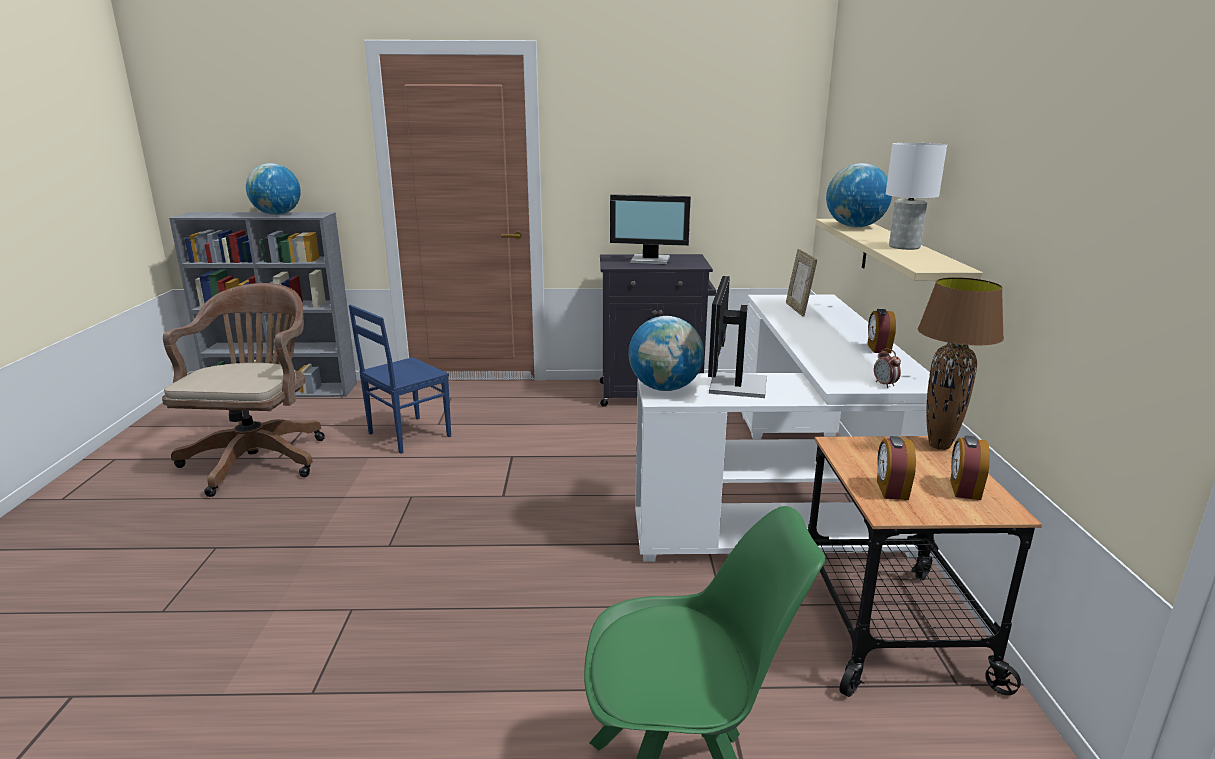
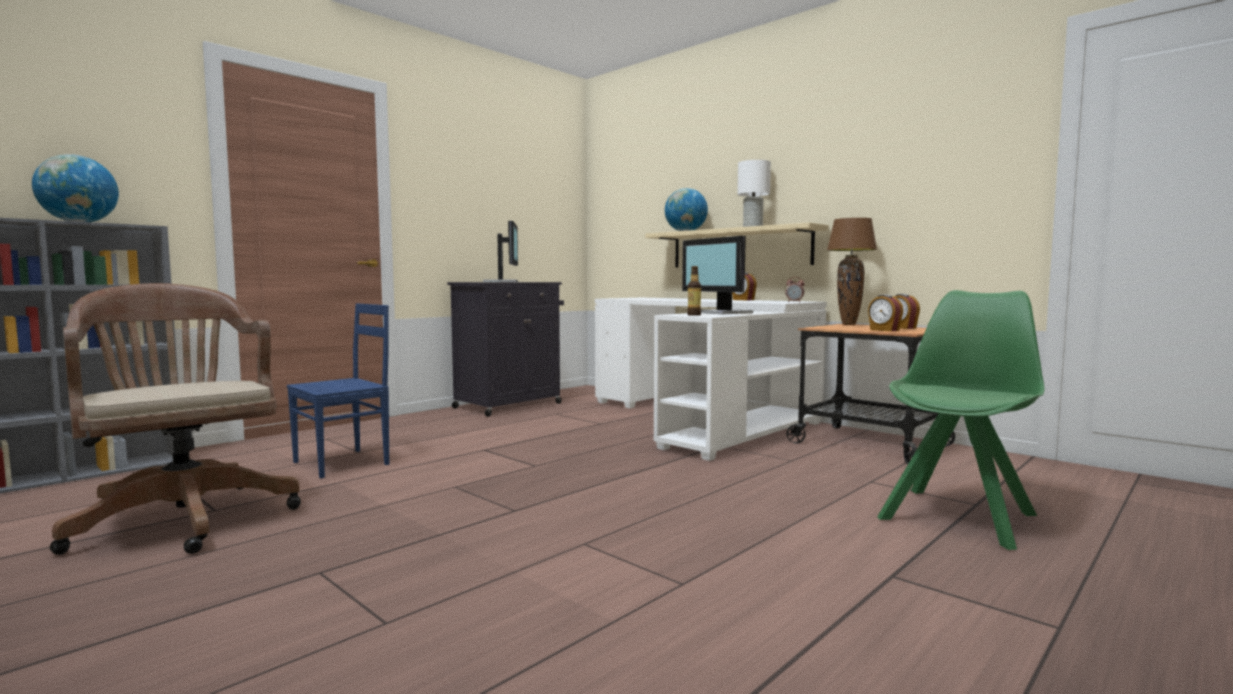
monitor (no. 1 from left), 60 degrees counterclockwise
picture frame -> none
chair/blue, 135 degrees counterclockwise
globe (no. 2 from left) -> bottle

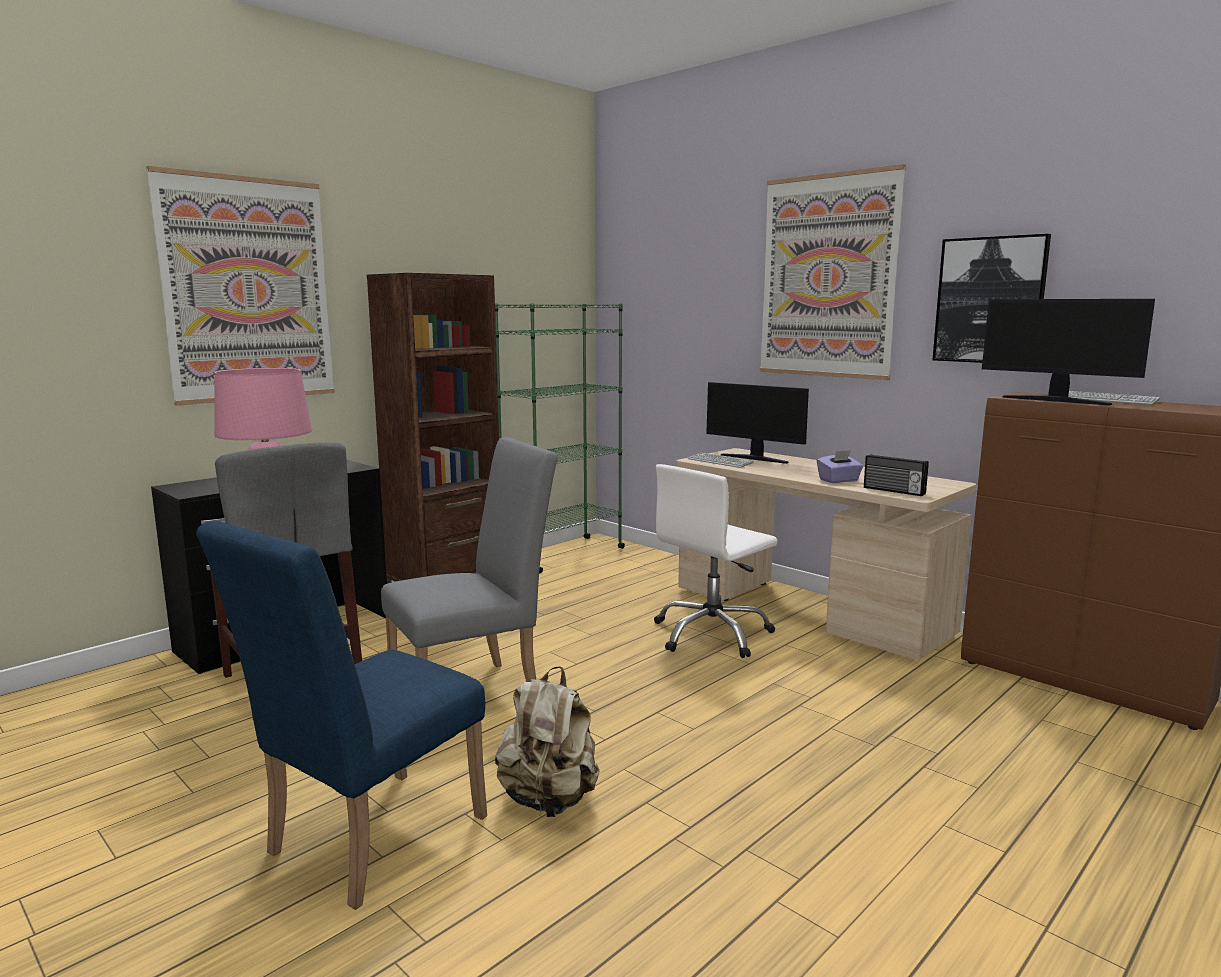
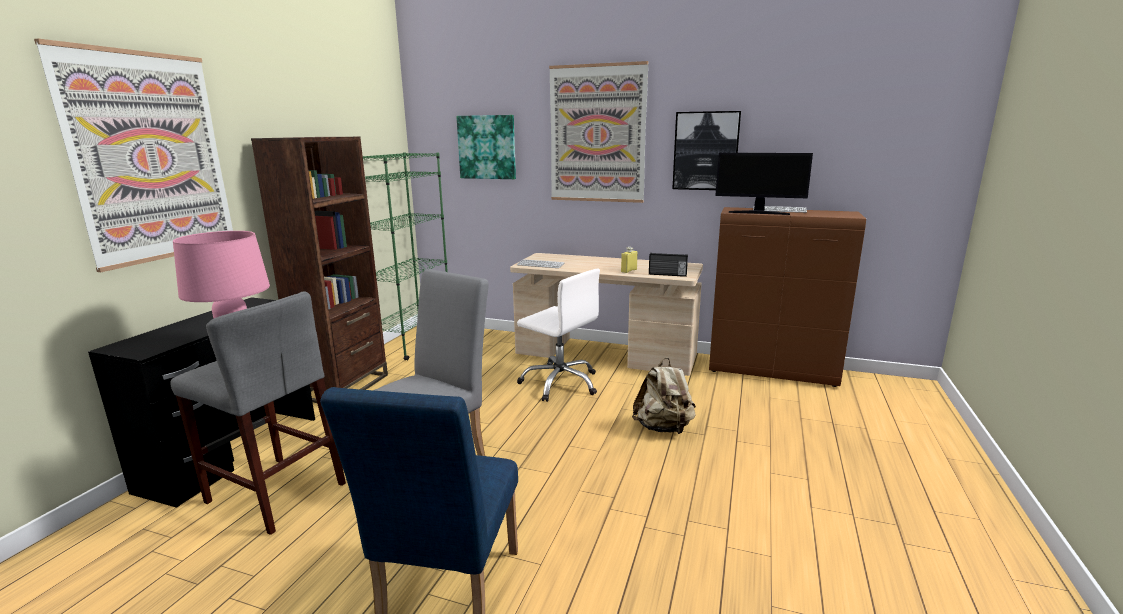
monitor (no. 1 from left) -> none
tissue box/purple -> bottle/yellow
office chair/white, 75 degrees counterclockwise
backpack/beige, shifted
none -> picture (no. 2 from left)

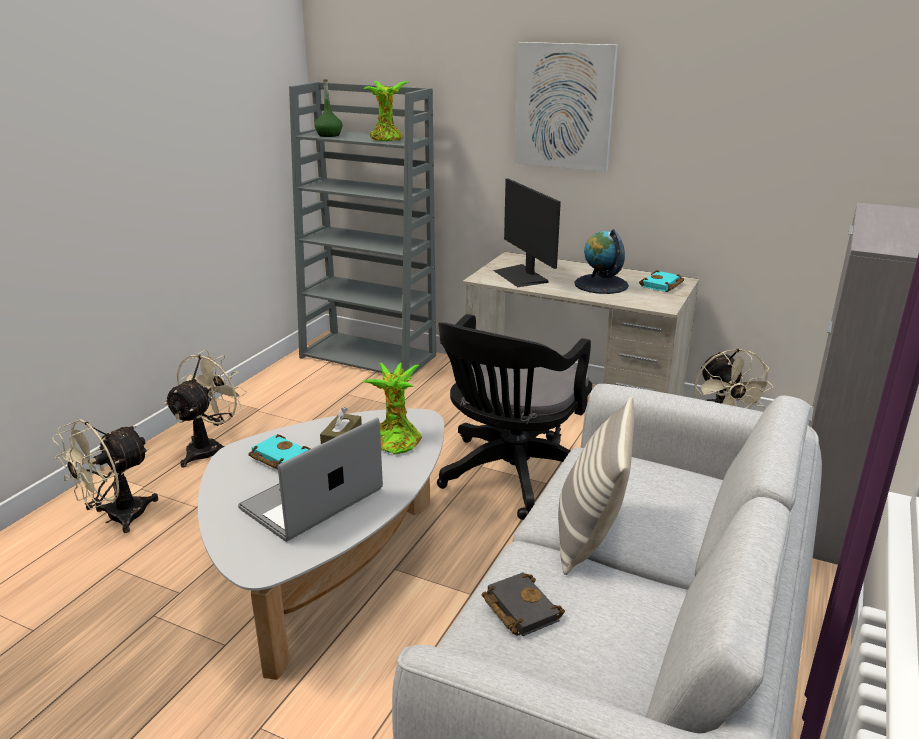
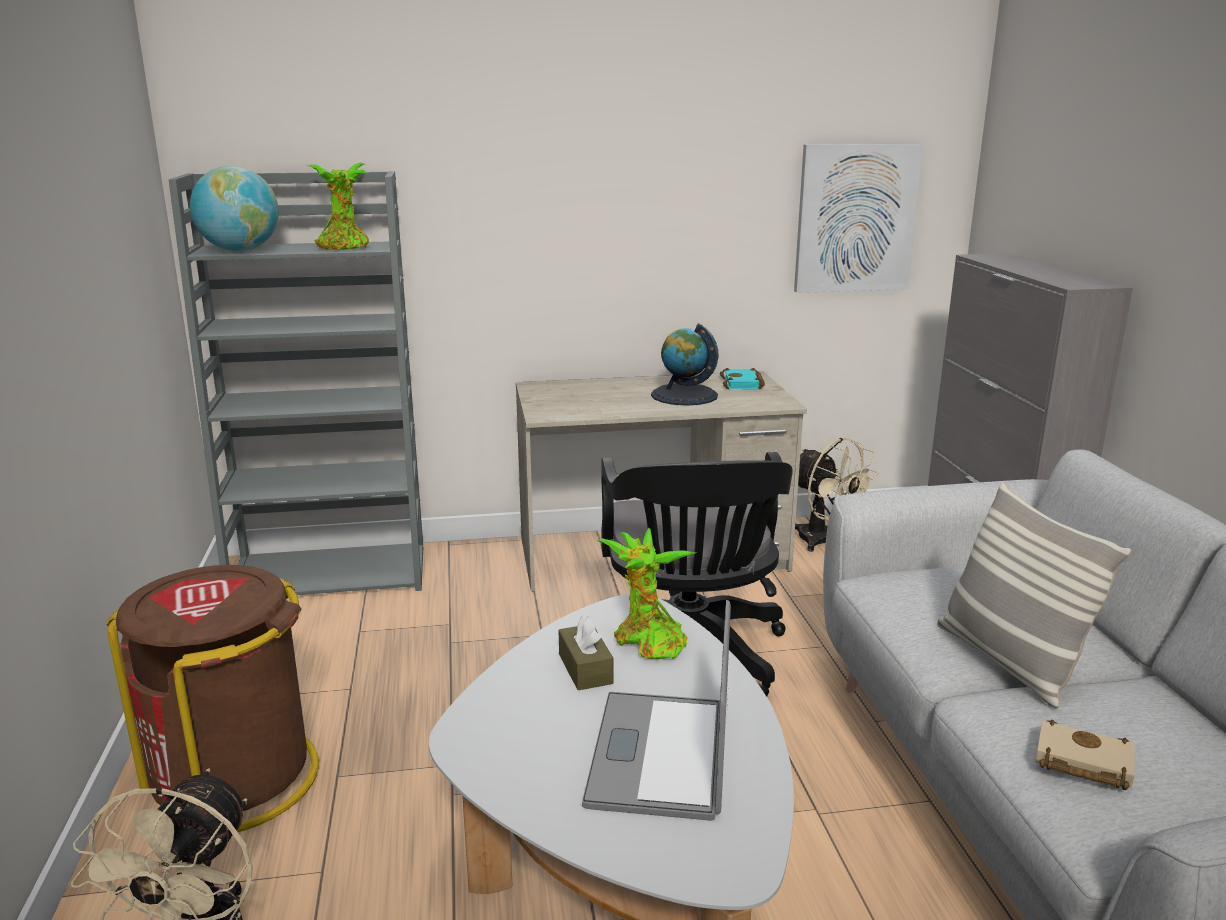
picture, shifted
bottle/green -> globe (no. 1 from left)
monitor -> none
fan/beige (no. 2 from left) -> trash can/brown
book/turquoise (no. 1 from left) -> none
book/black -> book/beige

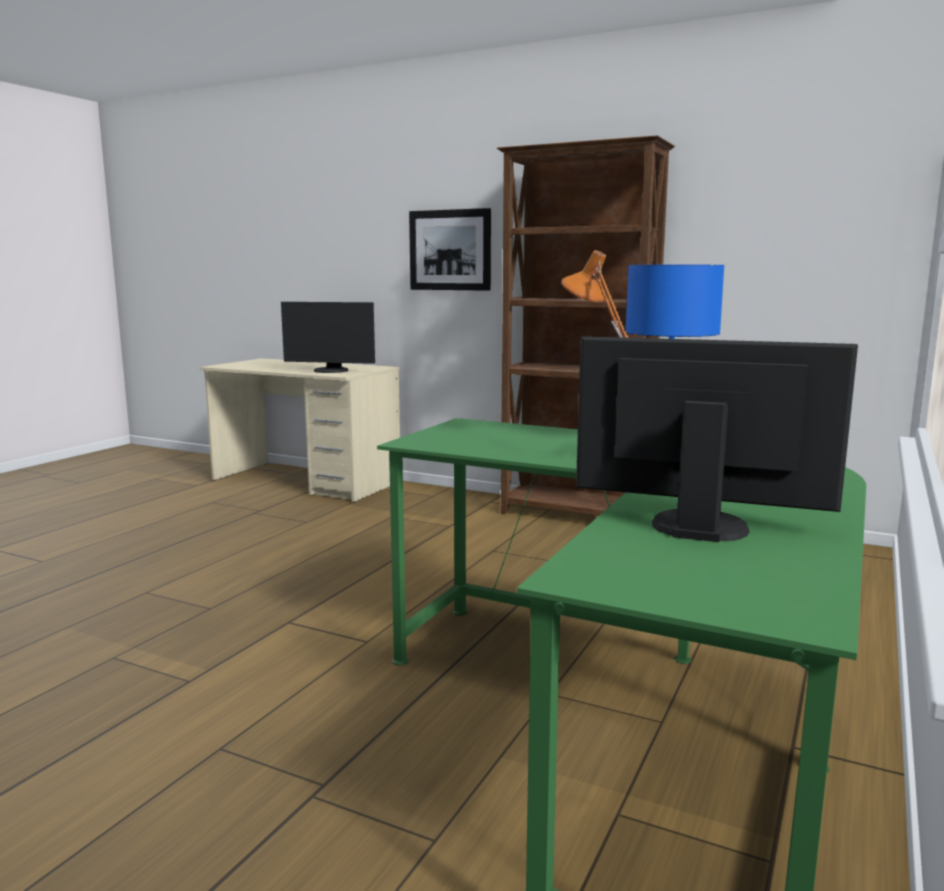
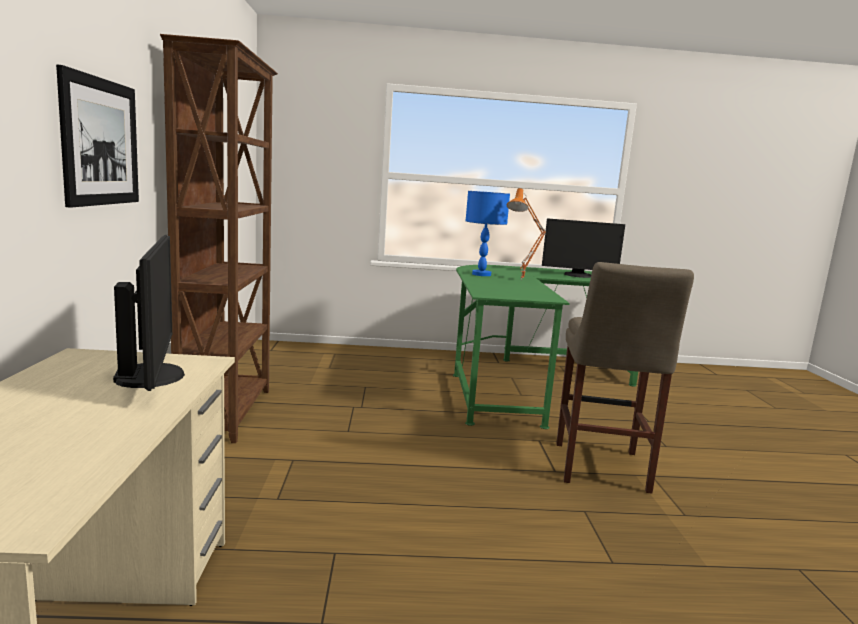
monitor (no. 2 from left), 75 degrees counterclockwise
none -> stool/beige

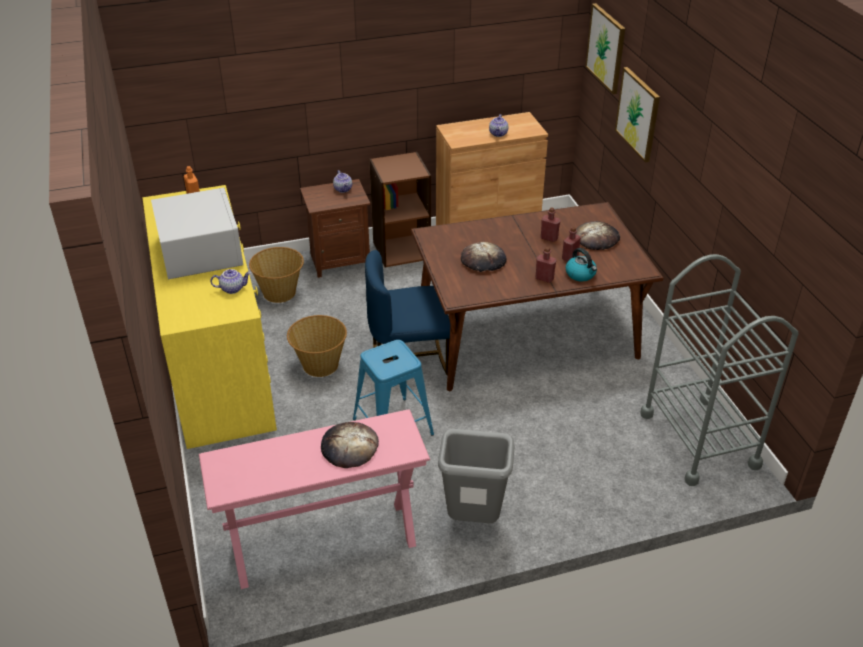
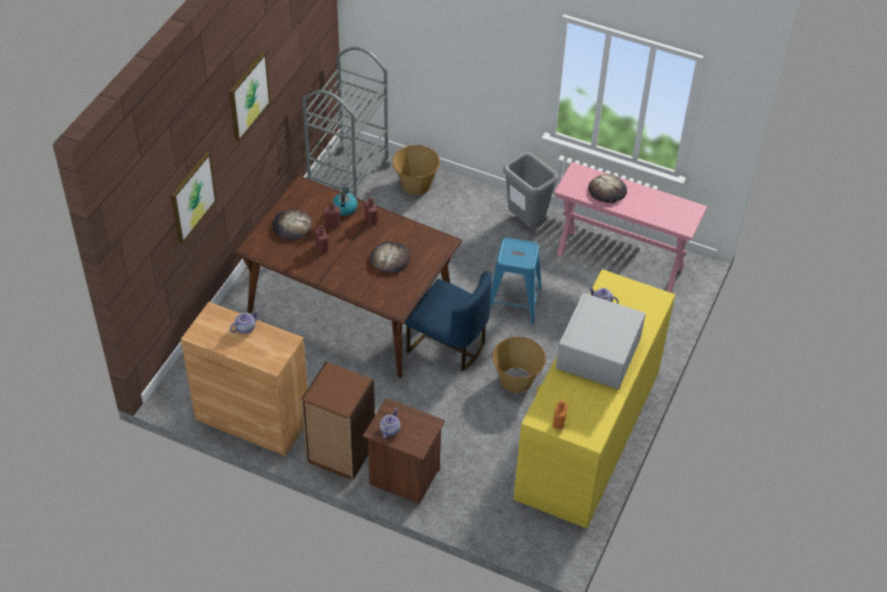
picture (no. 1 from left in the first image) -> picture (no. 2 from left), shifted
basket (no. 1 from left), shifted

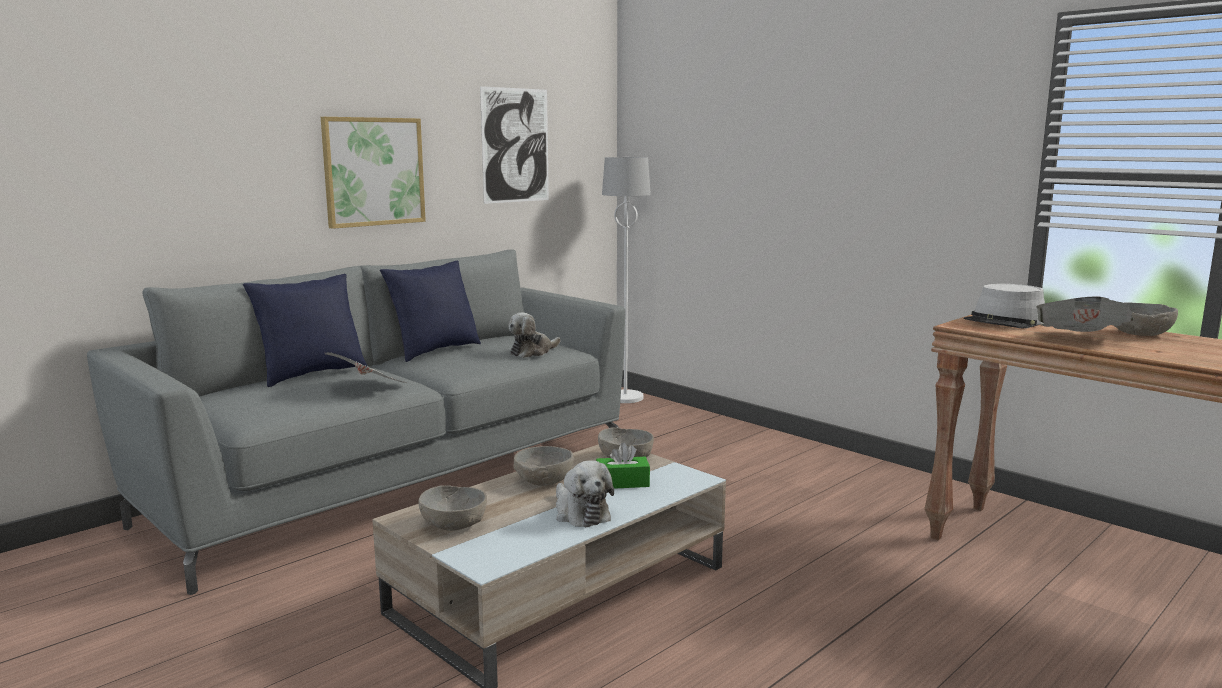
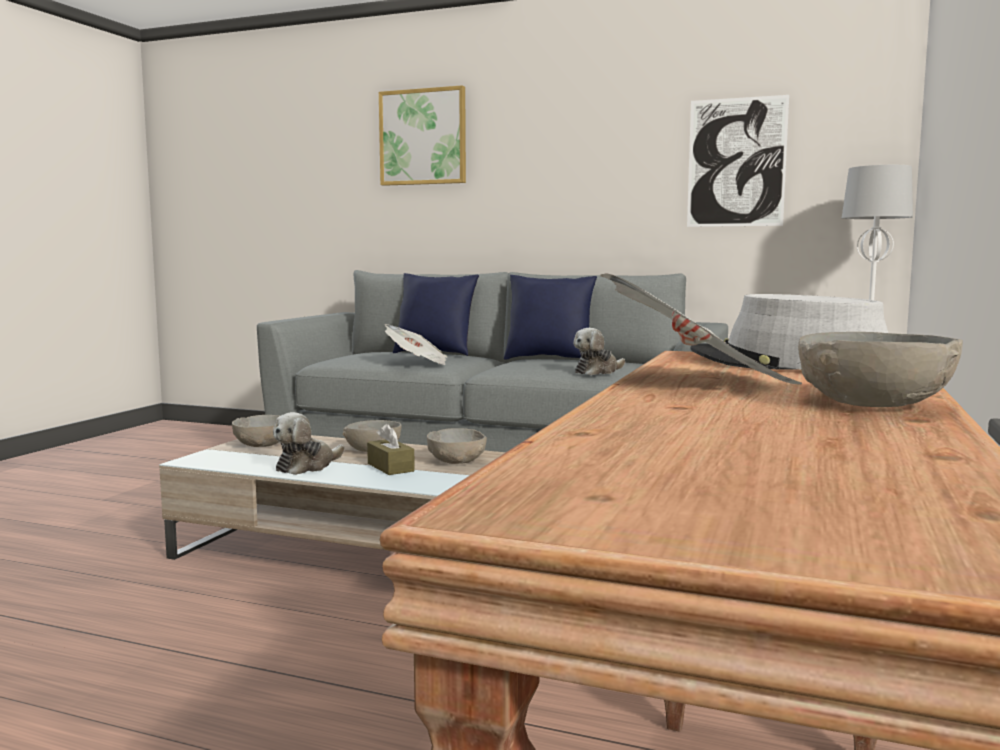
picture (no. 1 from left), shifted
plush toy (no. 1 from left in the first image) -> plush toy (no. 2 from left), 60 degrees counterclockwise
tissue box/green -> tissue box/brown

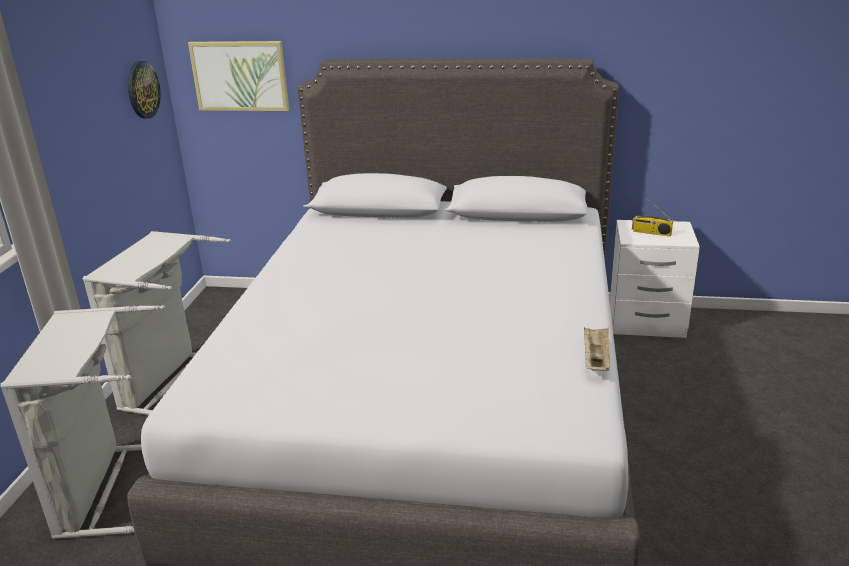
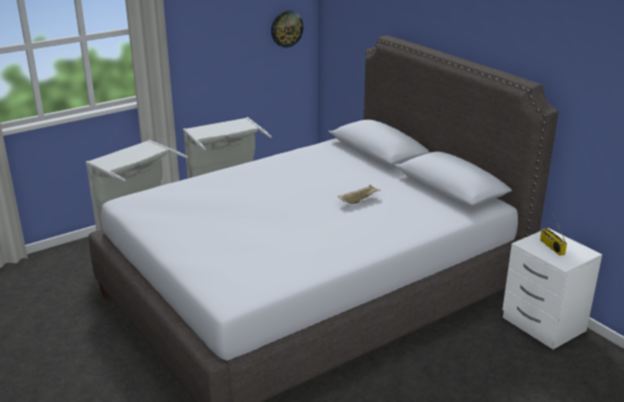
picture -> none
tray/beige, shifted

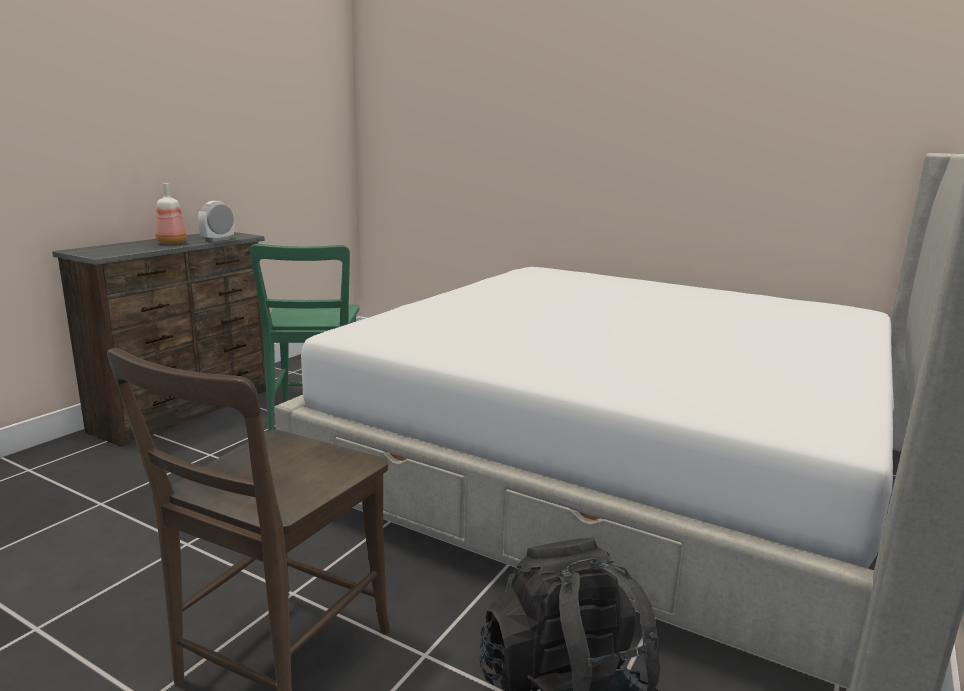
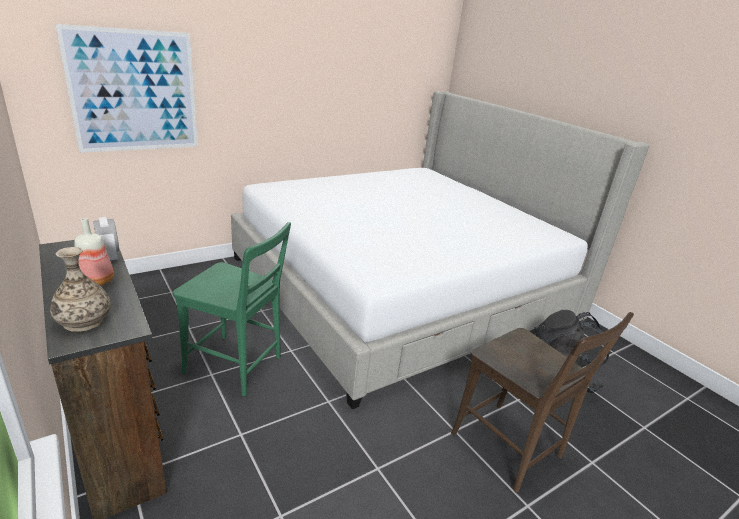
none -> picture
none -> vase

